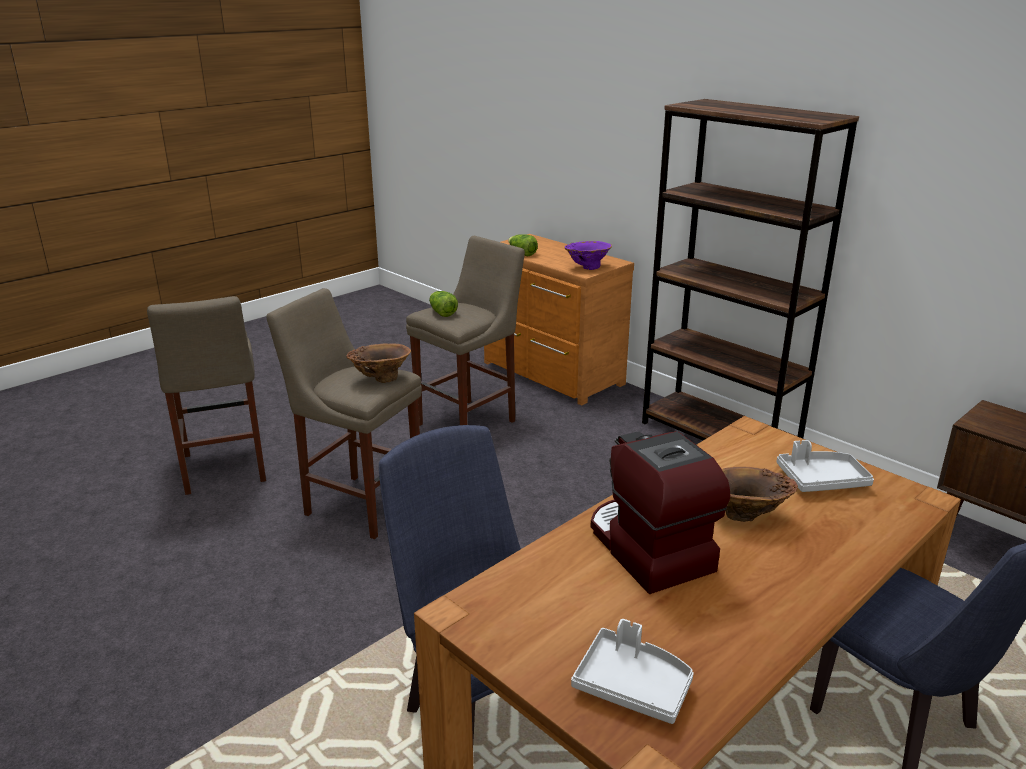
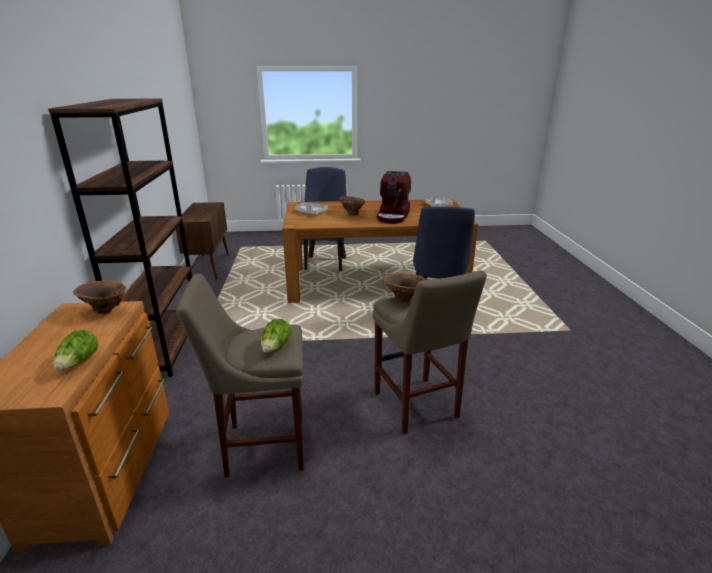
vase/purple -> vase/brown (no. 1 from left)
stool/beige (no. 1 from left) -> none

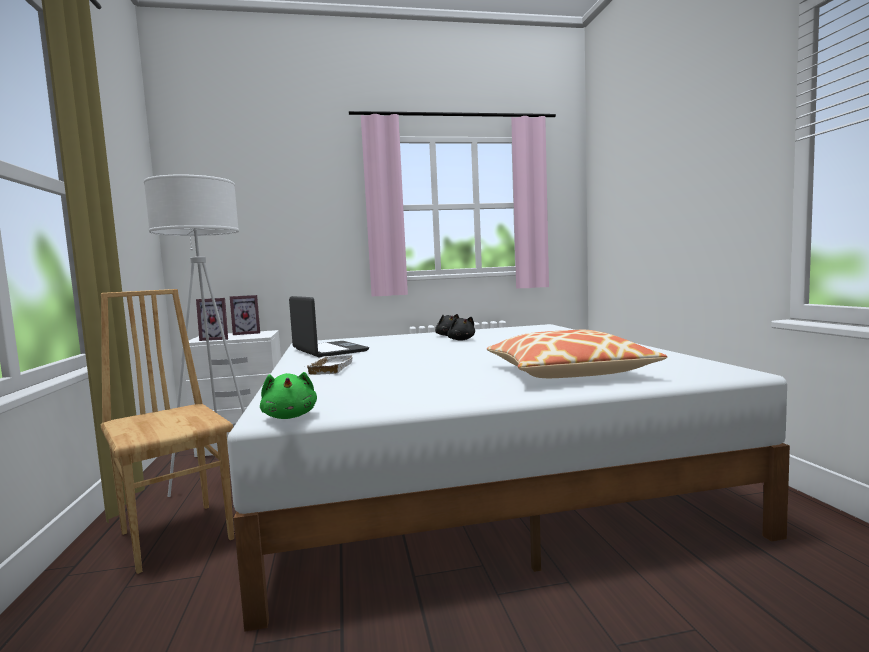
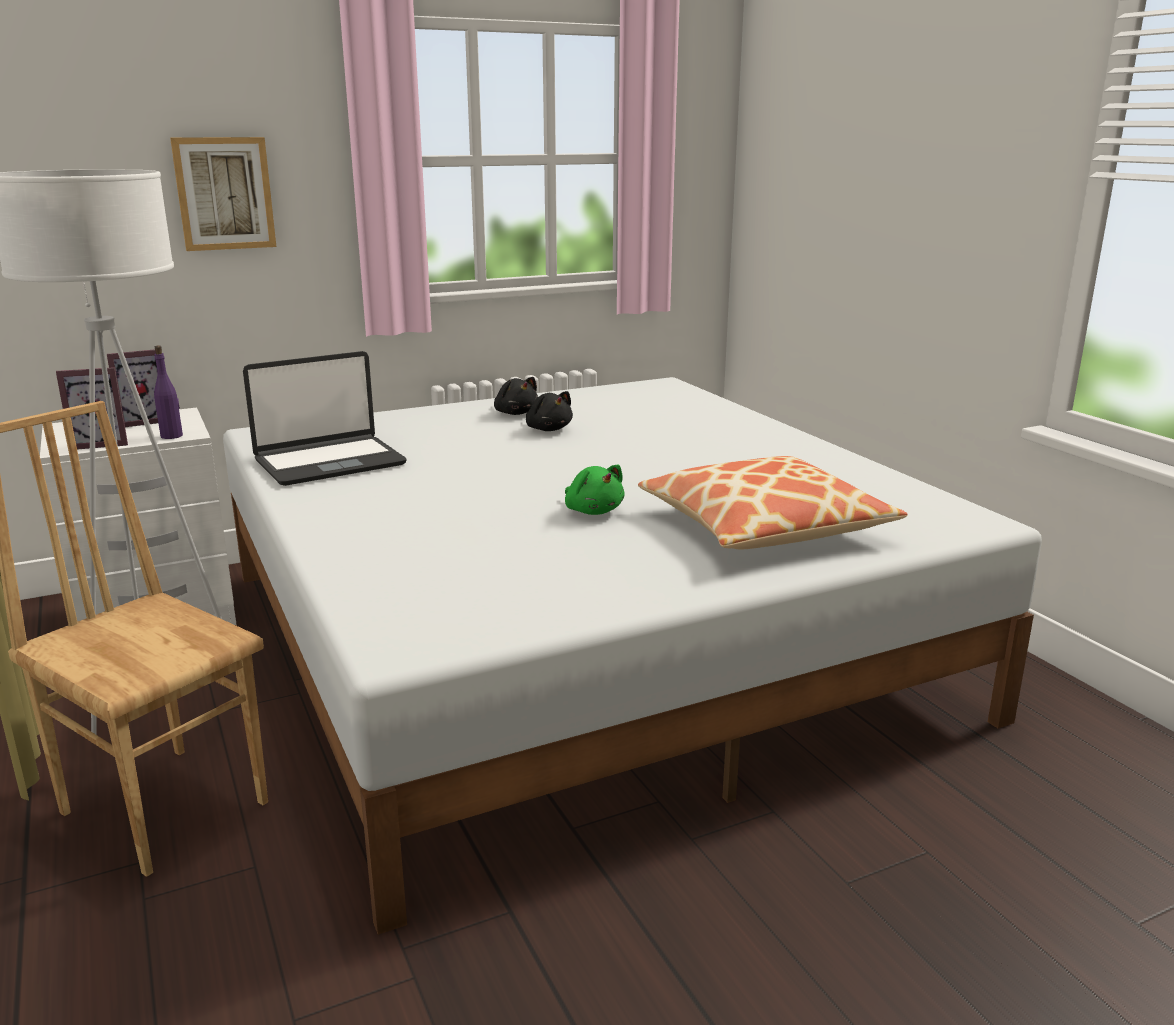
laptop, 105 degrees clockwise
tray/white -> none
plush toy/green, shifted
none -> picture
none -> bottle/purple

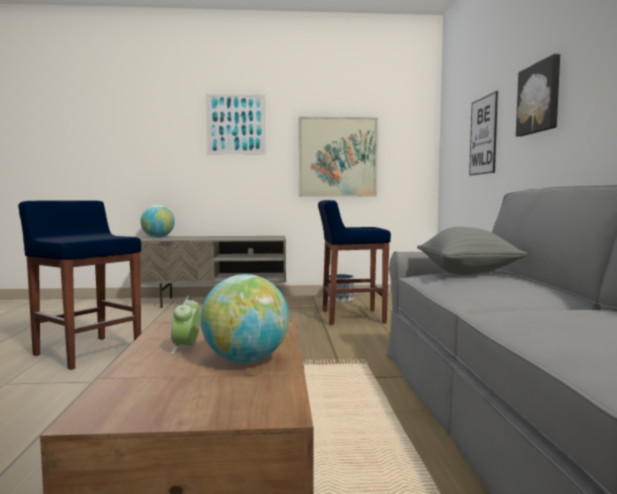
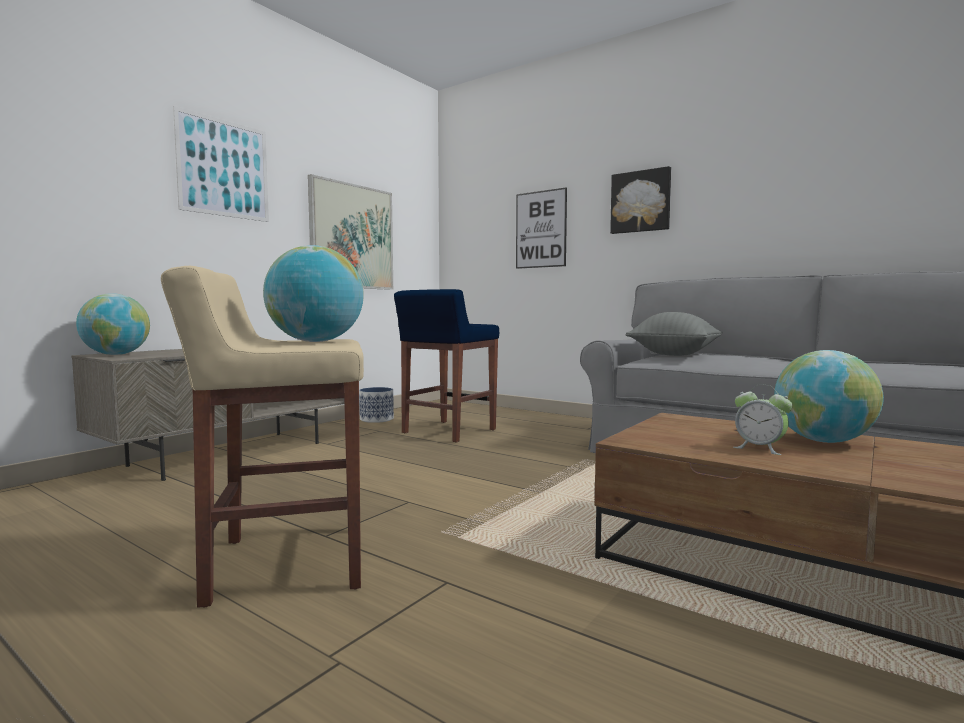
stool/blue (no. 1 from left) -> stool/beige
none -> globe (no. 2 from left)

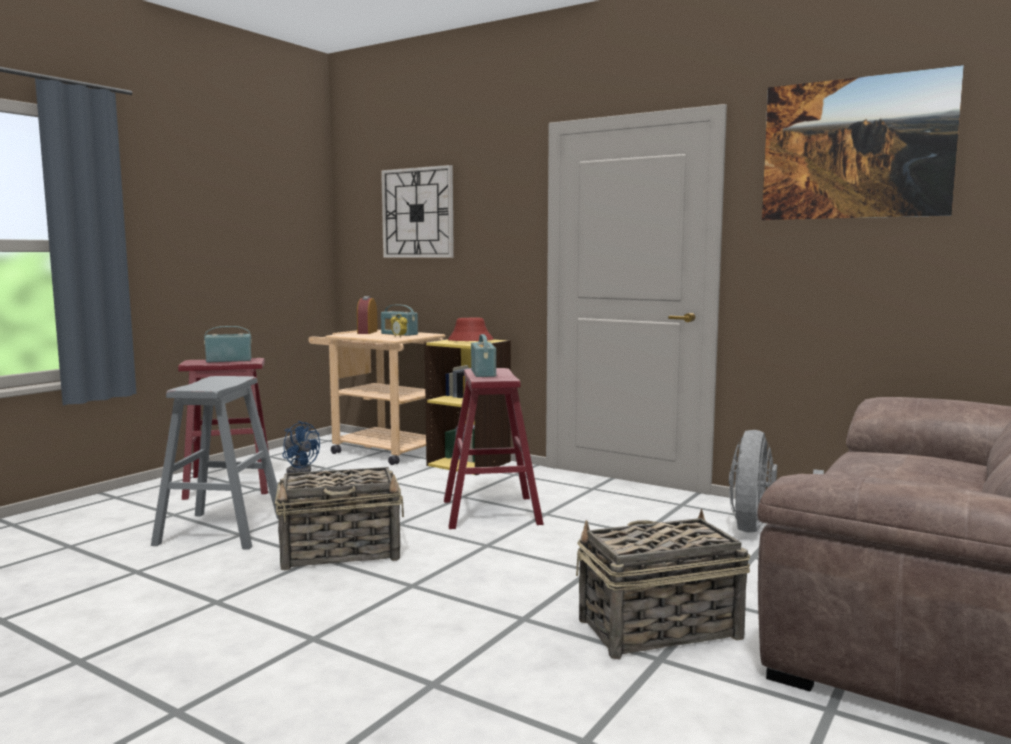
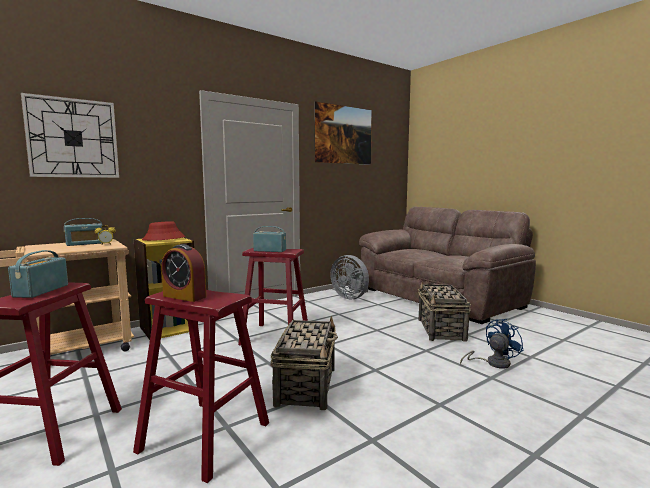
alarm clock (no. 1 from left in the first image) -> alarm clock (no. 2 from left), shifted
stool/grey -> stool/red (no. 2 from left)
fan/blue, shifted

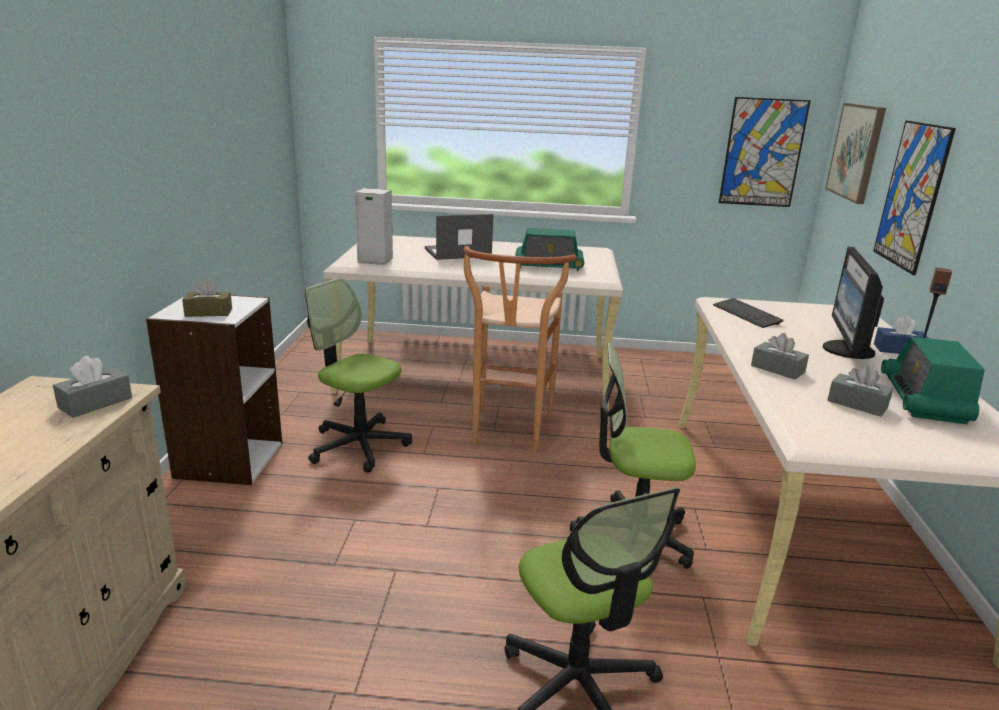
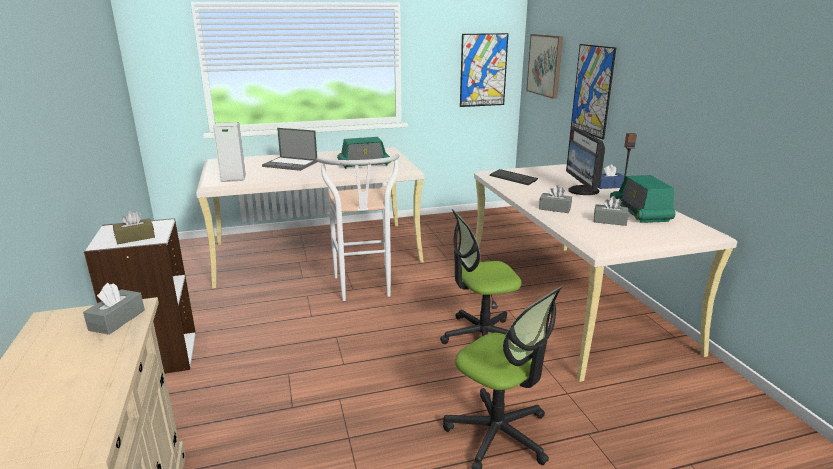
laptop, 120 degrees counterclockwise
stool/brown -> stool/white
office chair (no. 1 from left) -> none

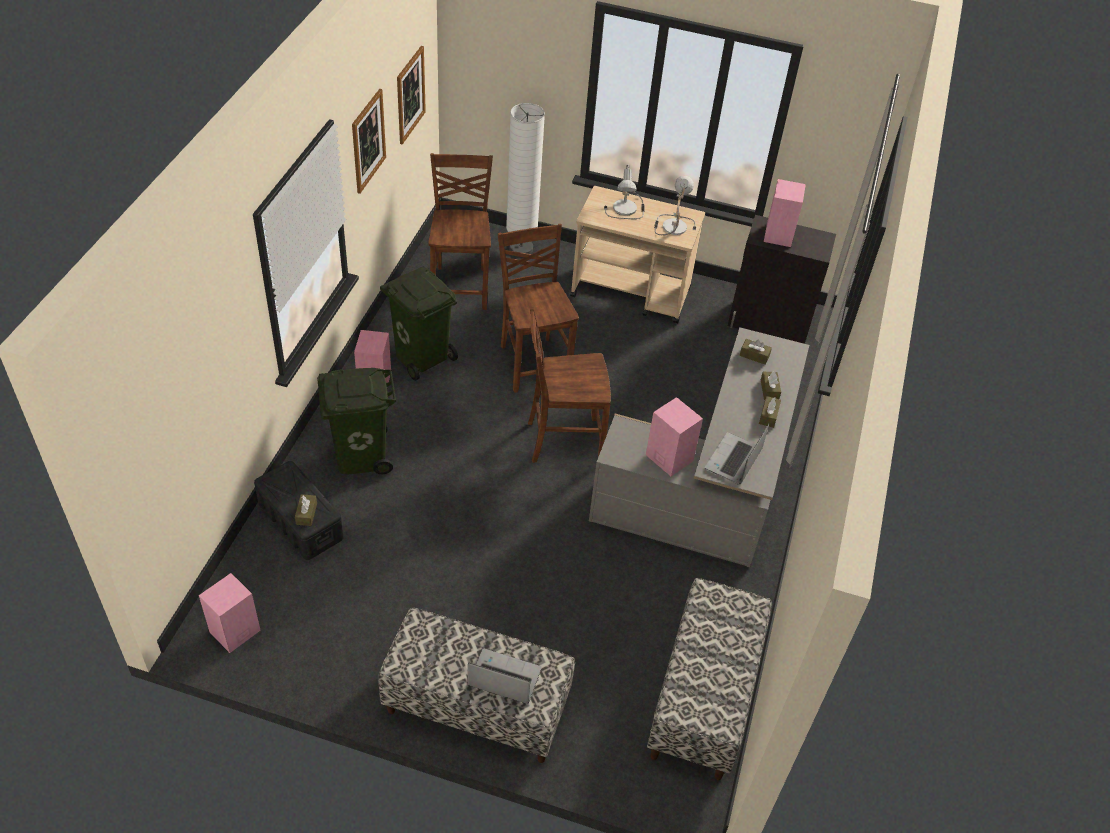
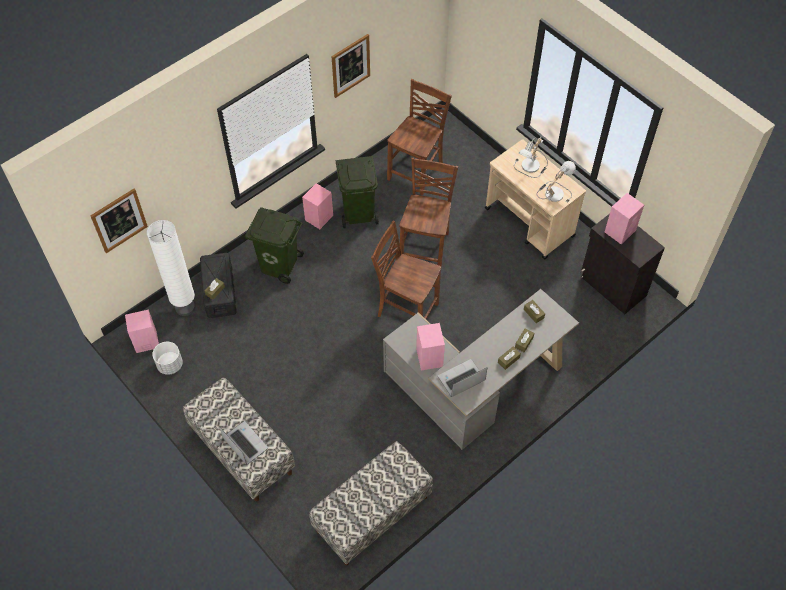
picture (no. 2 from left in the first image) -> picture (no. 1 from left), shifted
floor lamp/white, shifted
none -> planter/white

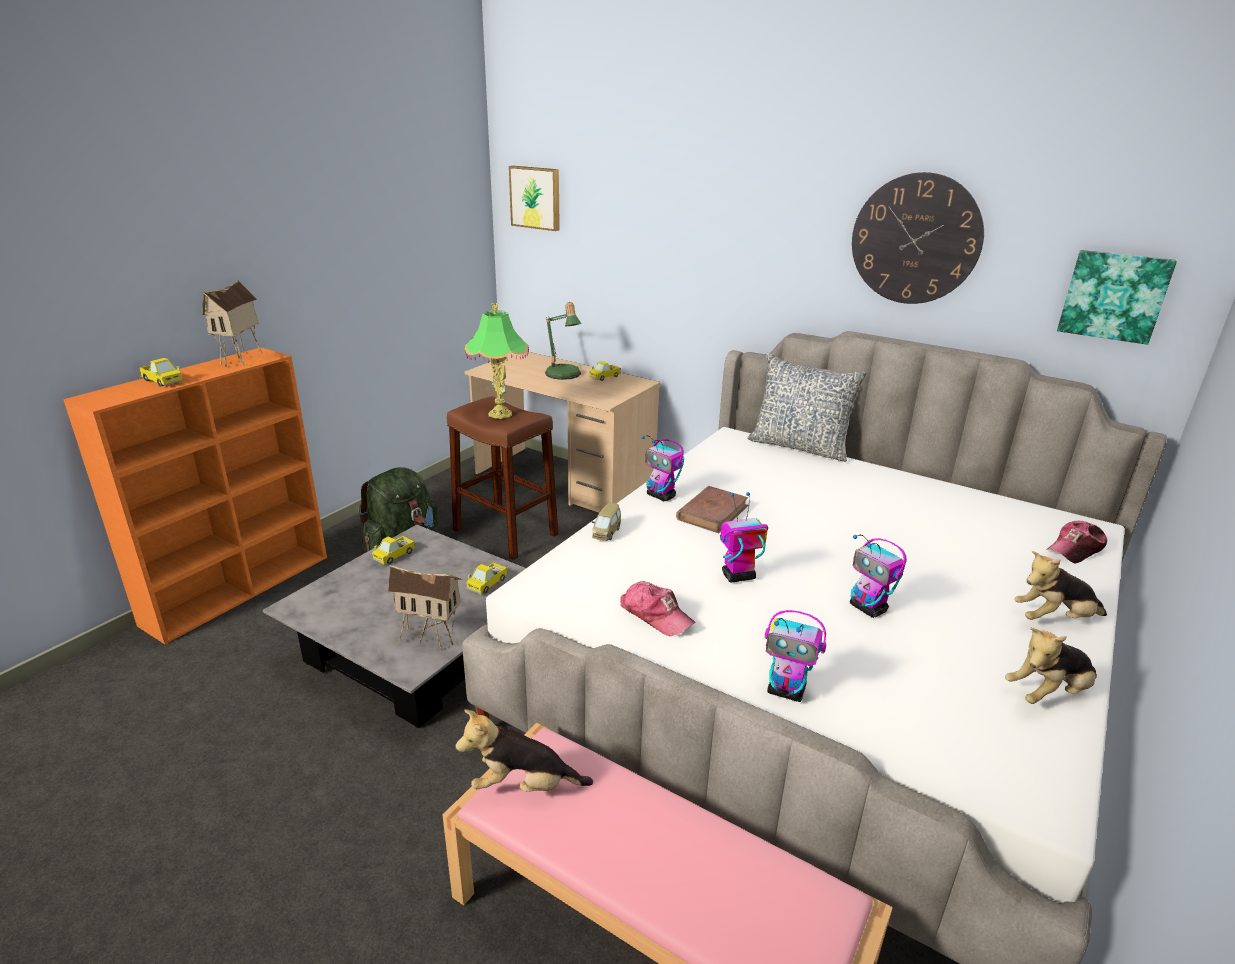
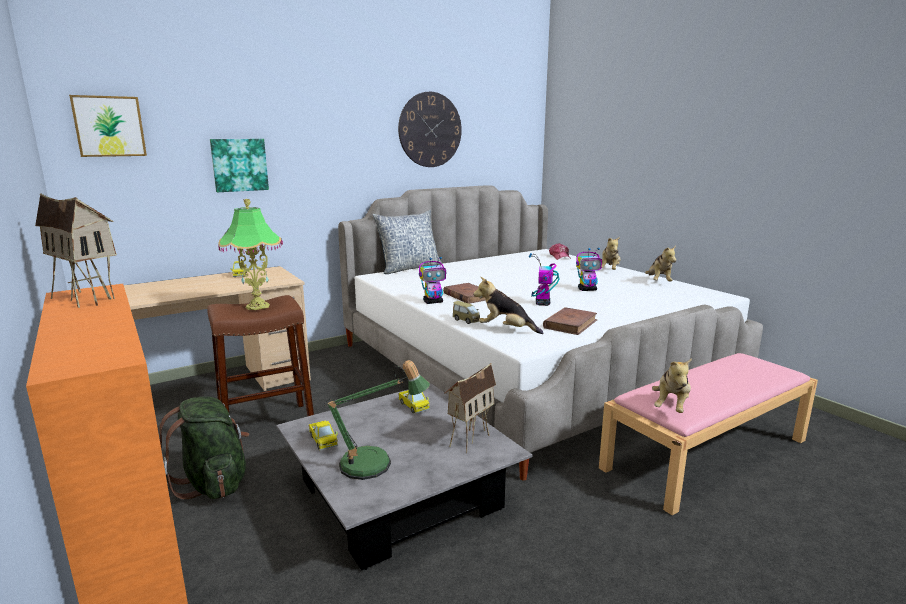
picture (no. 2 from left), shifted
table lamp (no. 2 from left), shifted
toy truck (no. 1 from left) -> none
cap (no. 1 from left) -> book/brown (no. 2 from left)
toy robot (no. 3 from left) -> none
none -> plush toy (no. 1 from left)

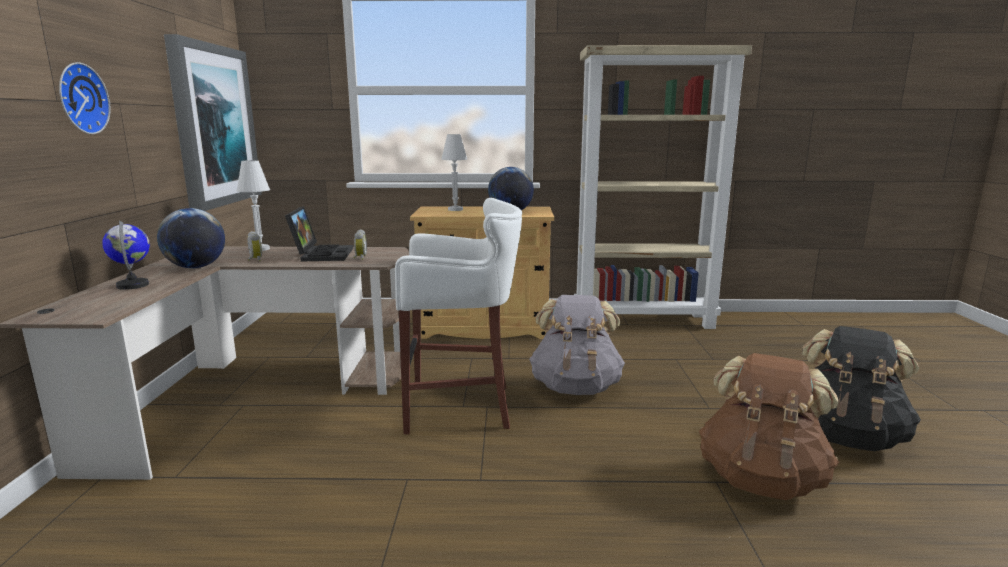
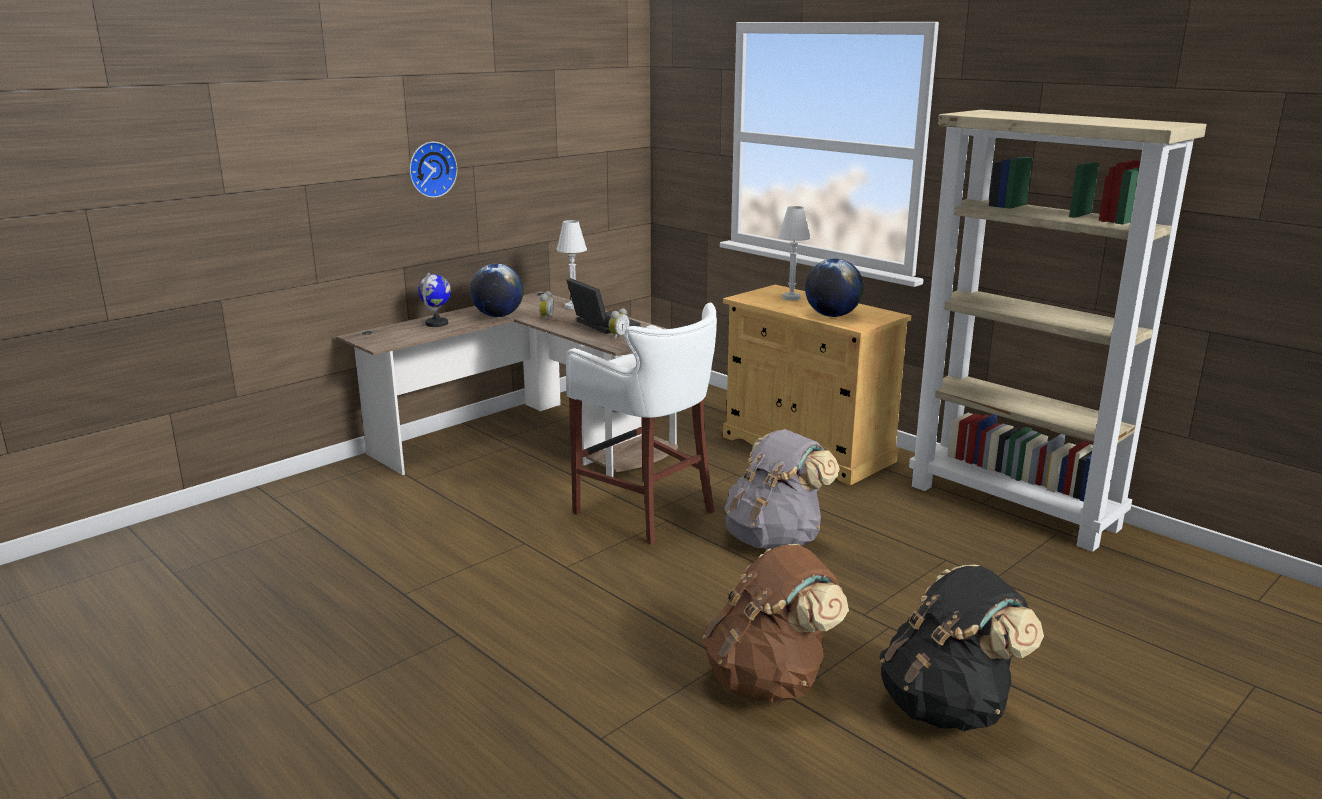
picture -> none
laptop, 75 degrees counterclockwise

